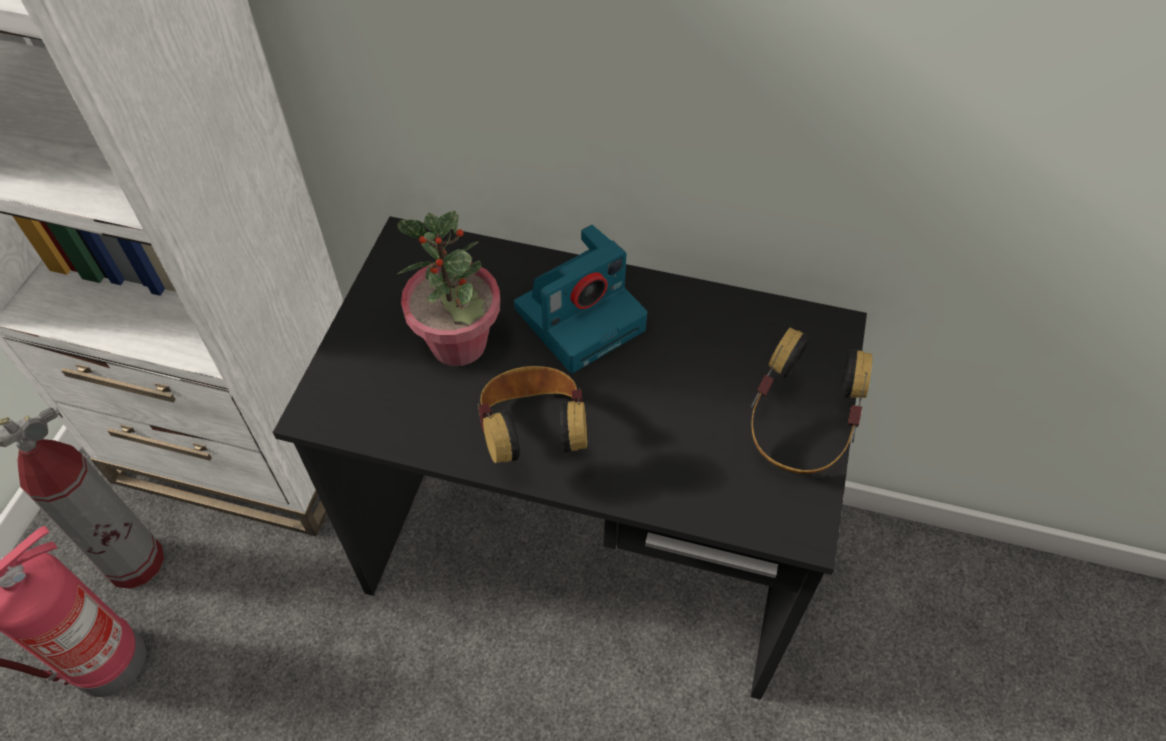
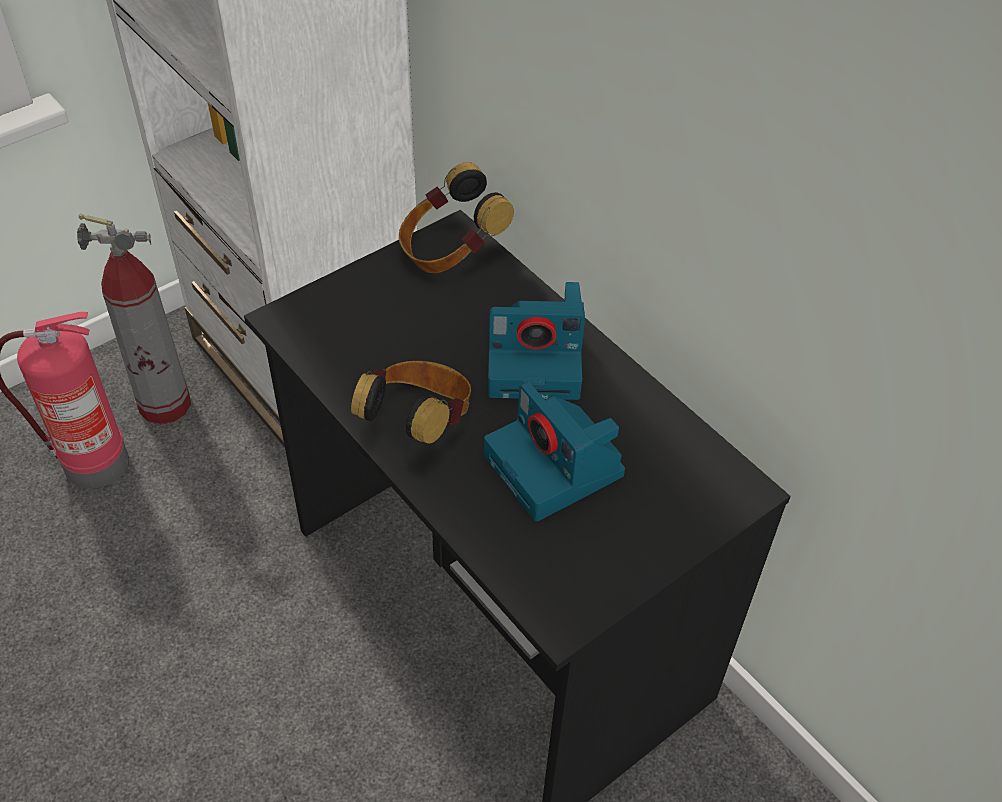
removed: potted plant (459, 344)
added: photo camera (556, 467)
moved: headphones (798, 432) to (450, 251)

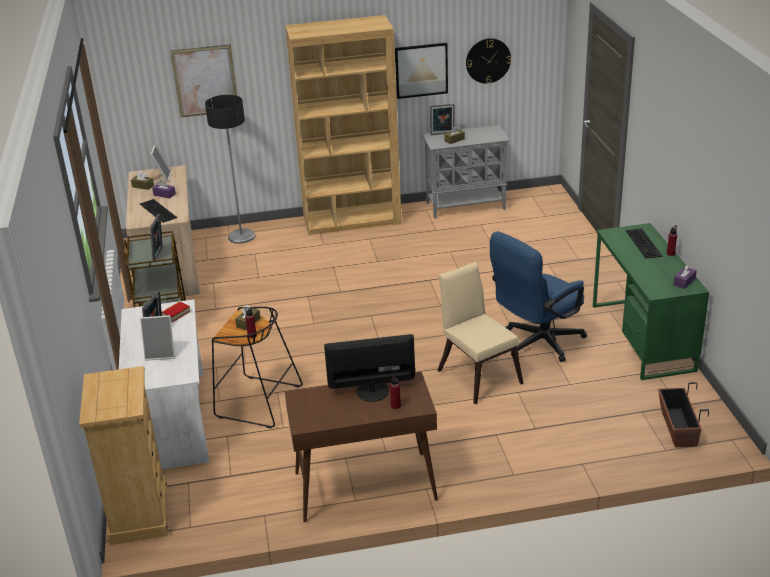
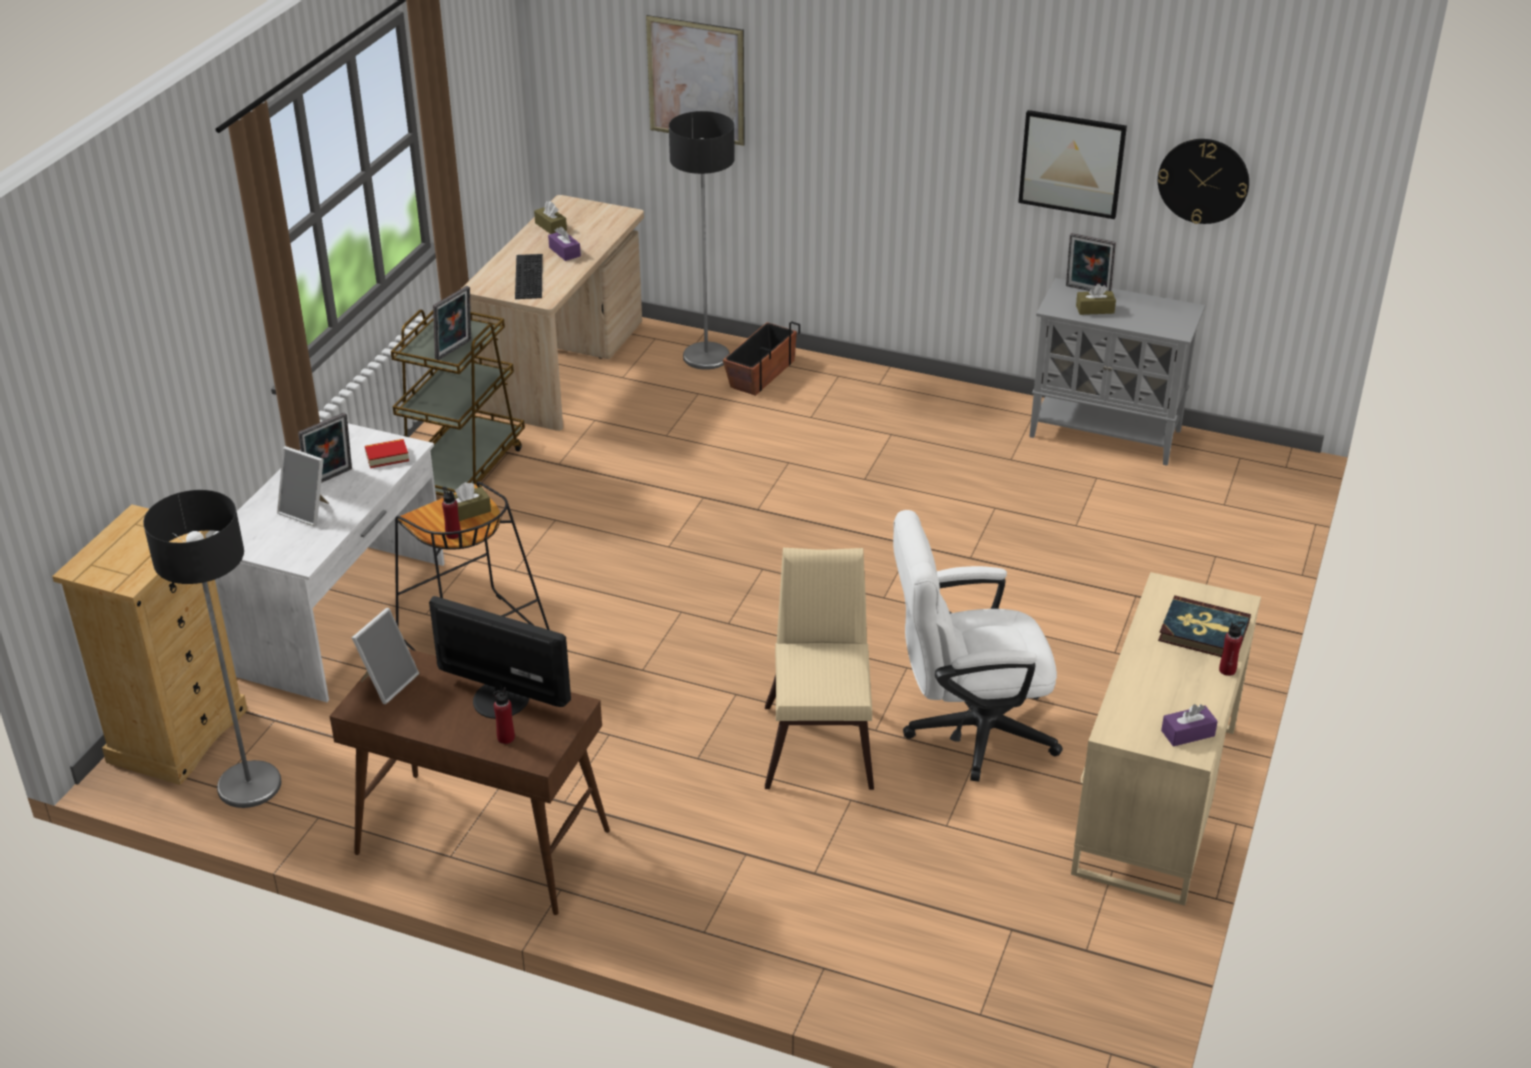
removed: brown bookcase (352, 220)
added: floor lamp (249, 785)
moved: picture frame (161, 177) to (387, 682); planter (677, 428) to (761, 374)
replaced: keyboard (644, 243) to book (1203, 631)
recoloured: blue office chair (537, 343) to white office chair (966, 730); green desk (642, 337) to beige desk (1155, 799)

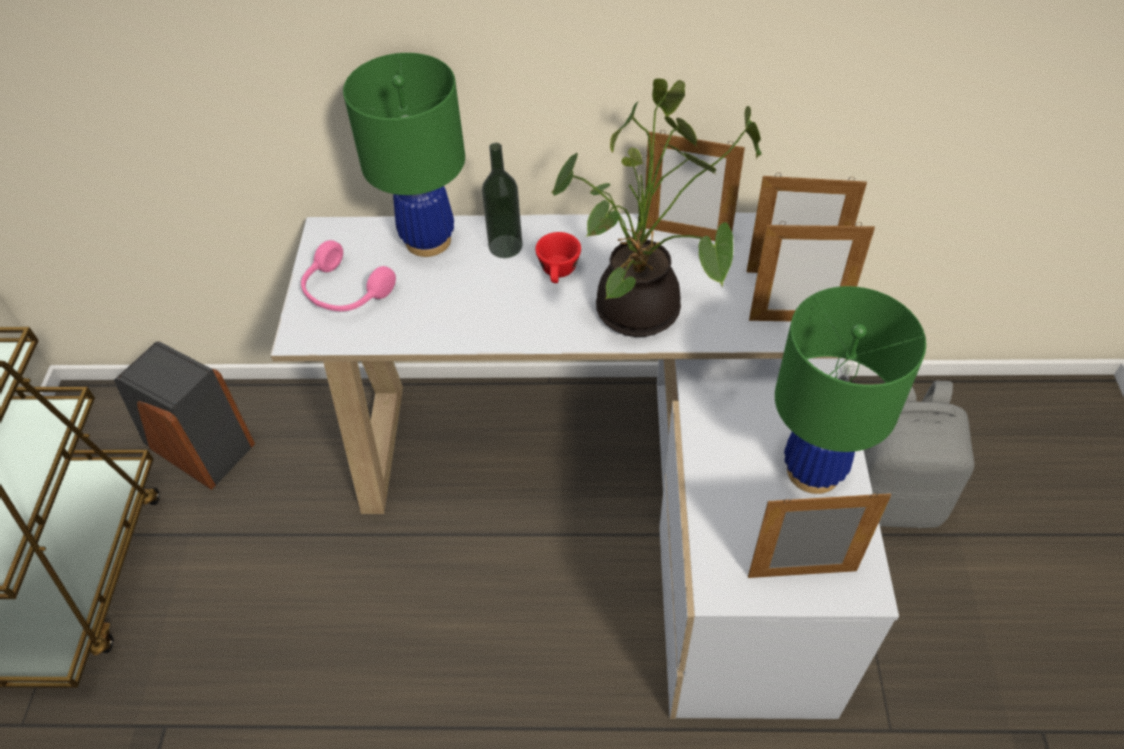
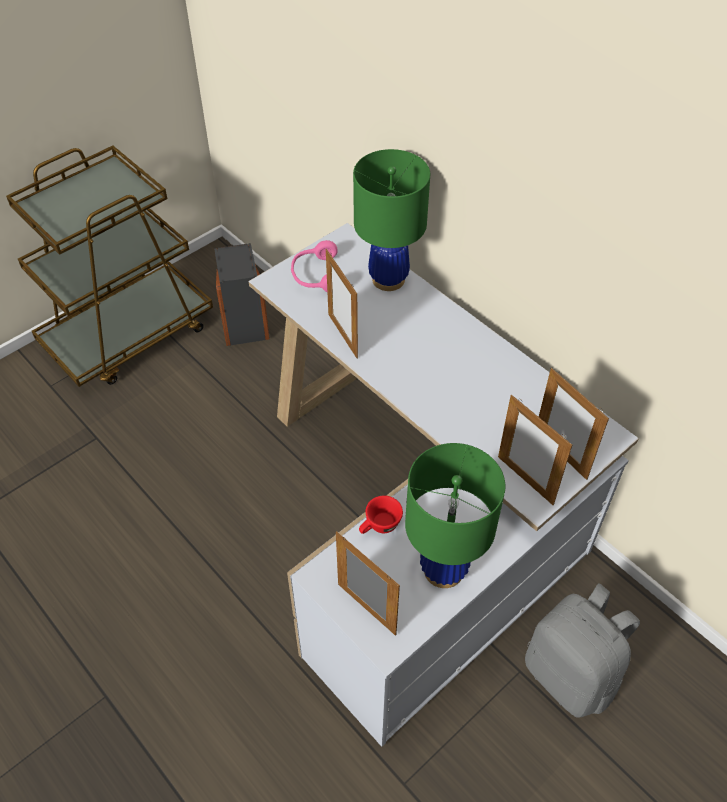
removed: bottle (505, 246); potted plant (644, 314)
moved: red cup (559, 273) to (379, 526); picture frame (686, 235) to (342, 336)

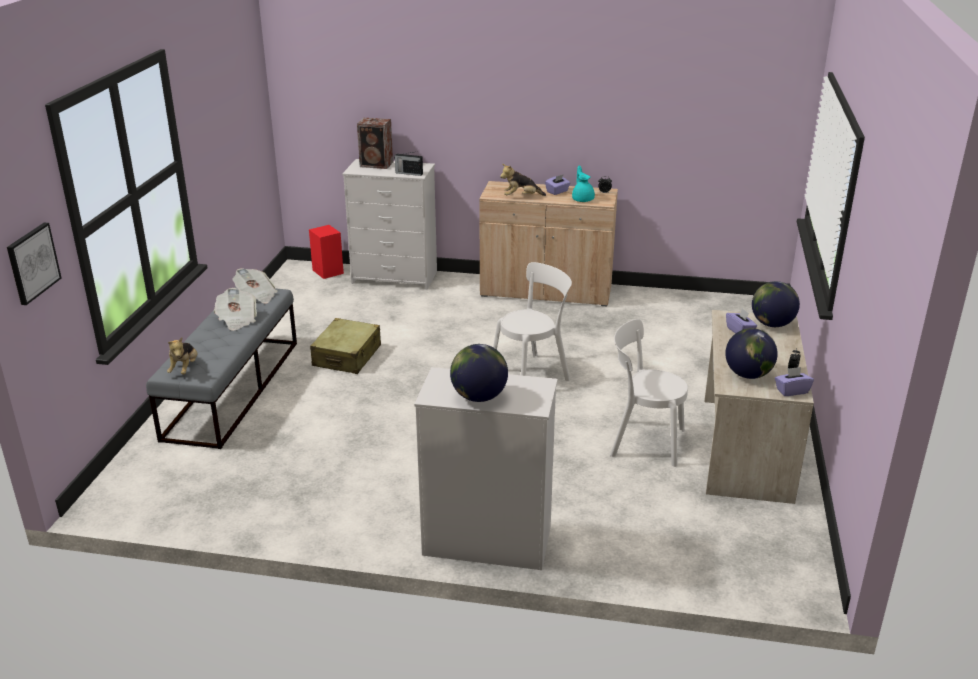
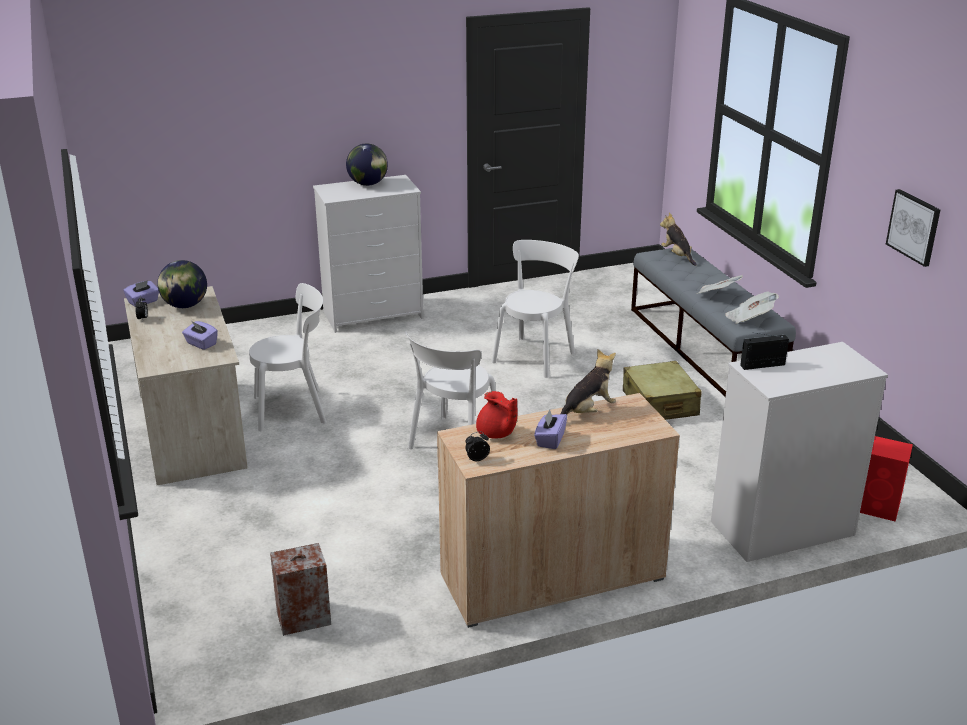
removed: globe (772, 324)
added: white chair (535, 355)
moved: picture (32, 263) to (914, 227); speaker (377, 164) to (301, 618)
recoloured: turquoise teapot (582, 199) to red teapot (496, 433)

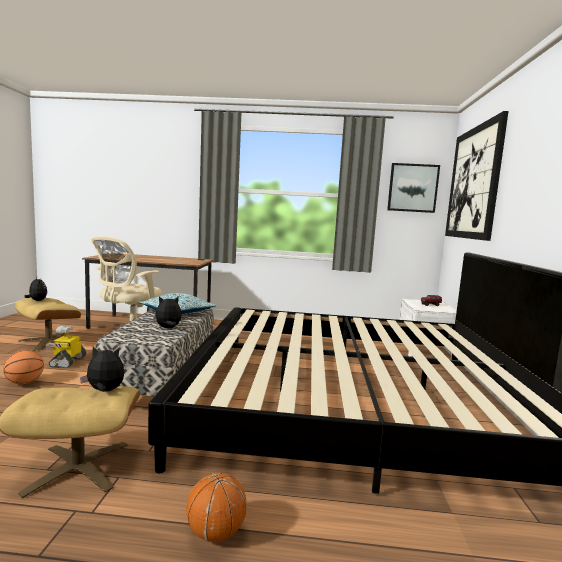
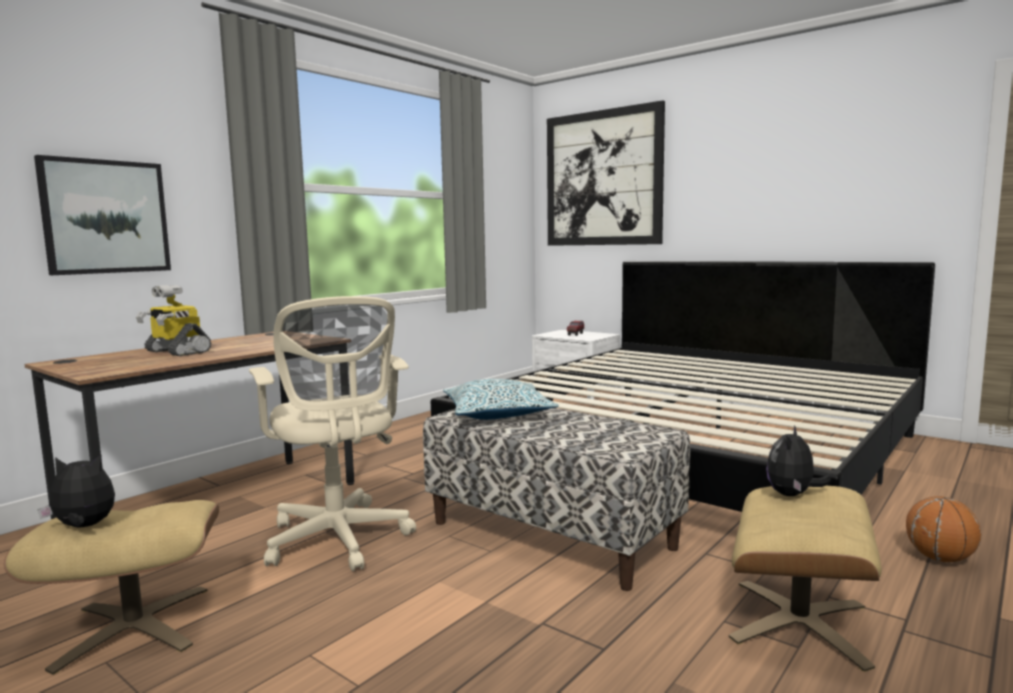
removed: basketball (24, 383); plush toy (168, 328)
moved: toy robot (67, 362) to (176, 352); picture (412, 188) to (105, 217)

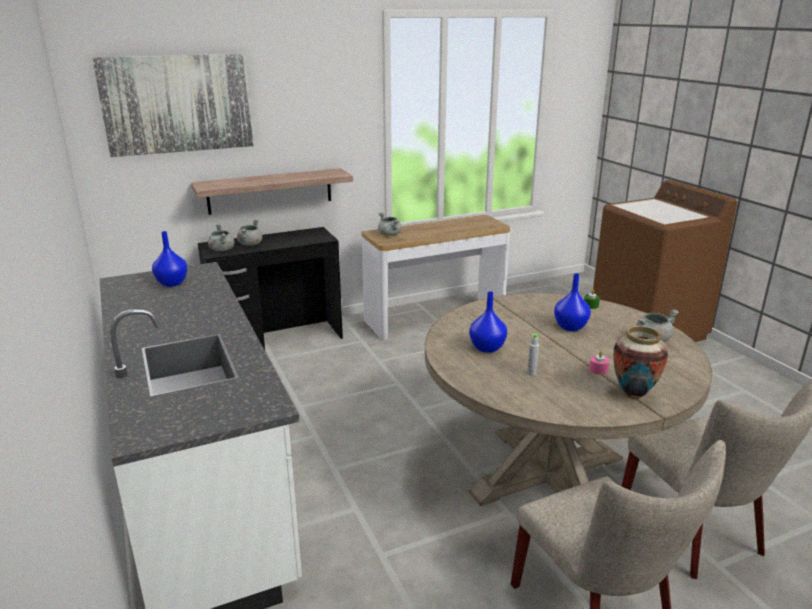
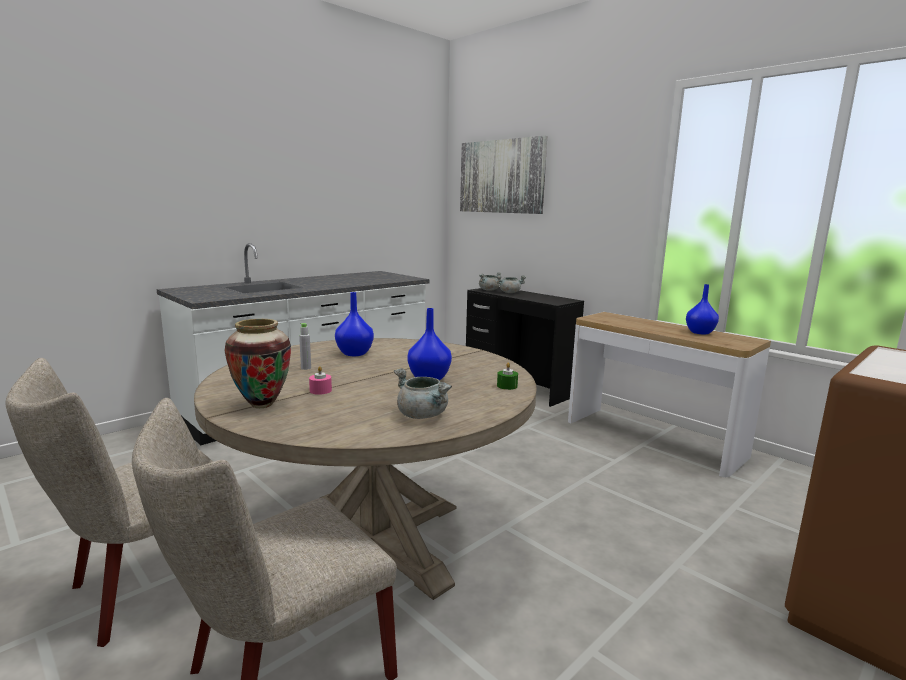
removed: shelf (270, 191); grey cooking pot (389, 234)
moved: blue vase (171, 283) to (699, 332)

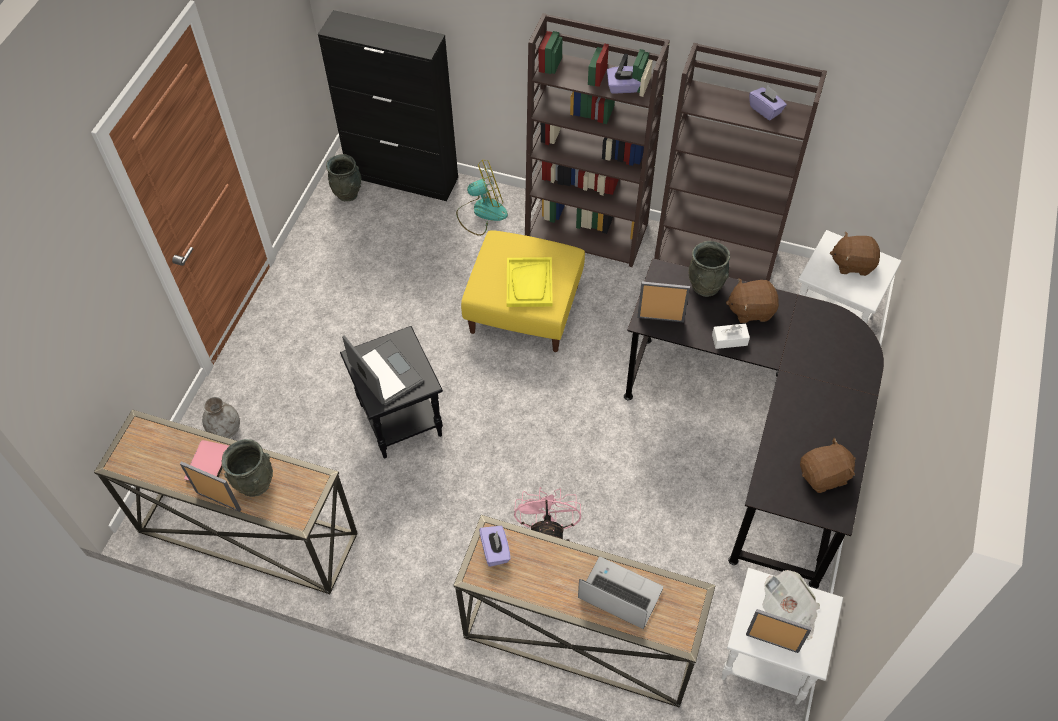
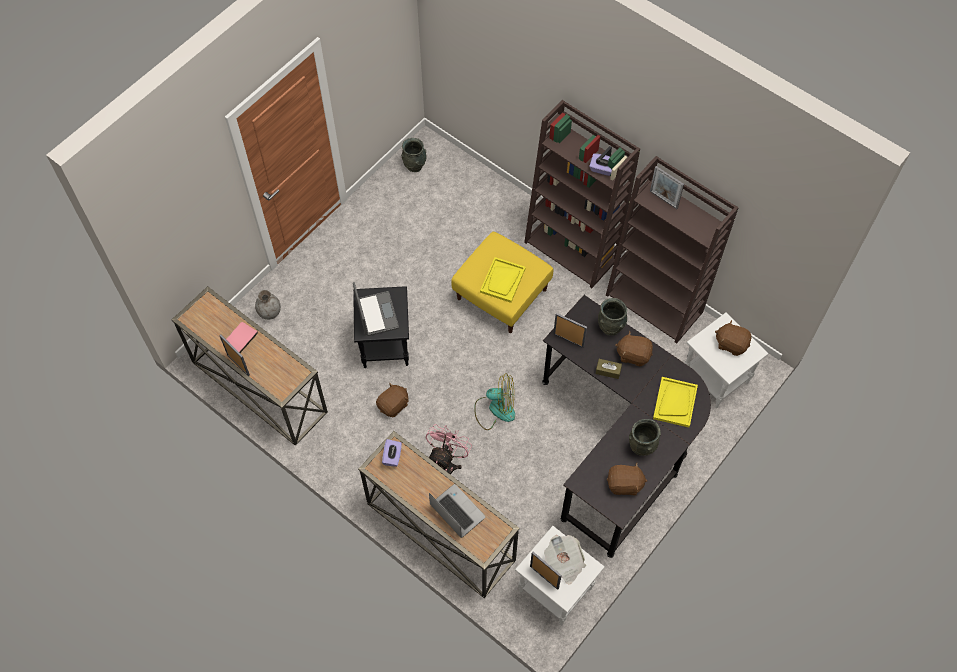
removed: black cabinet (403, 177); purple tissue box (765, 110)
added: brown plush toy (393, 405); picture frame (663, 199); yellow tray (675, 402)
moved: grey vase (255, 483) to (641, 446); fan (481, 212) to (495, 409)
recoloured: white tissue box (729, 340) to brown tissue box (608, 371)

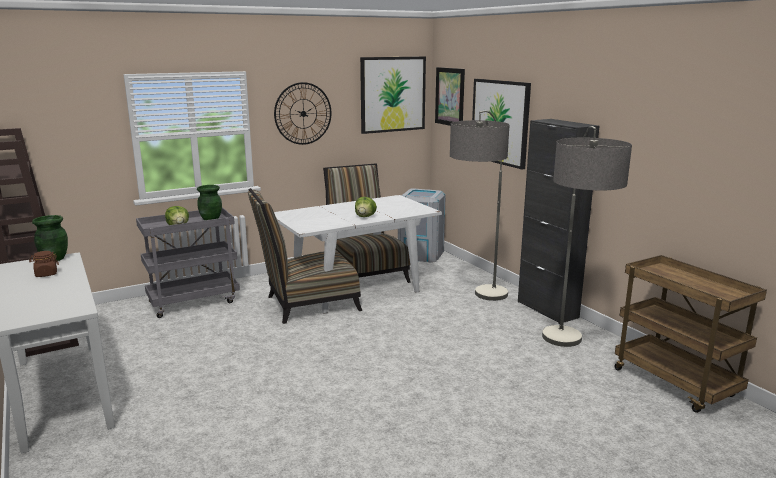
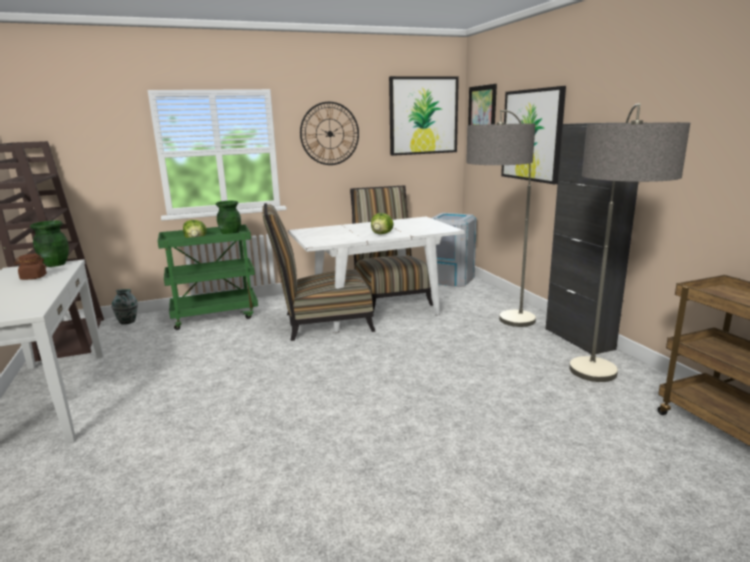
added: vase (128, 322)
recoloured: grey cart (194, 301) to green cart (216, 316)

